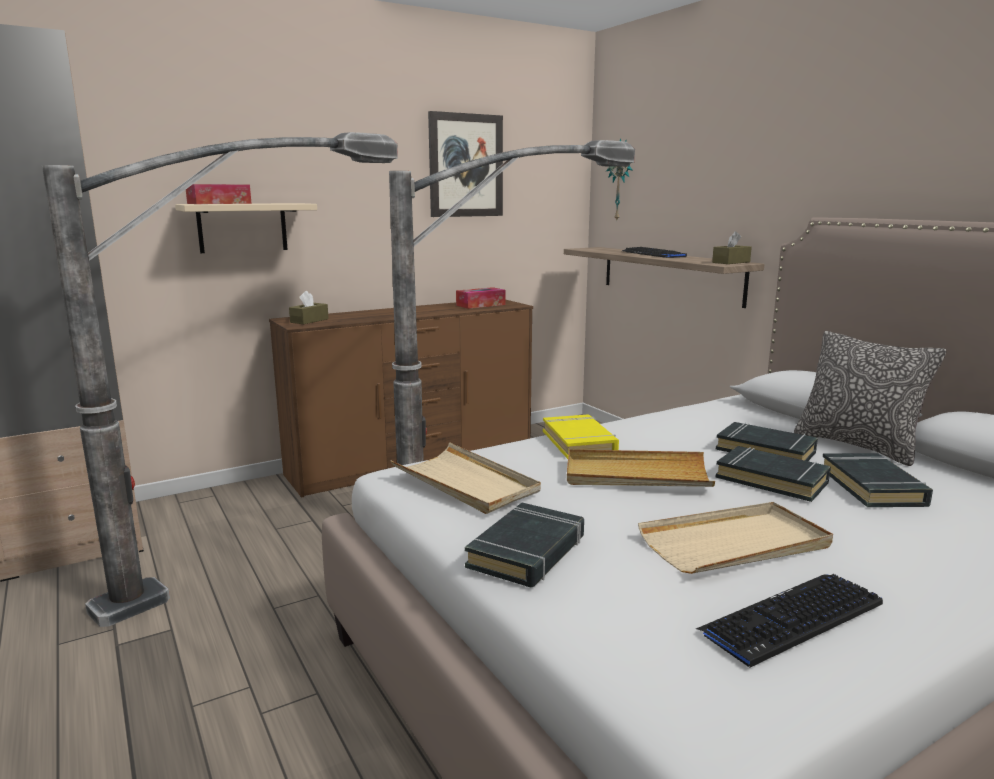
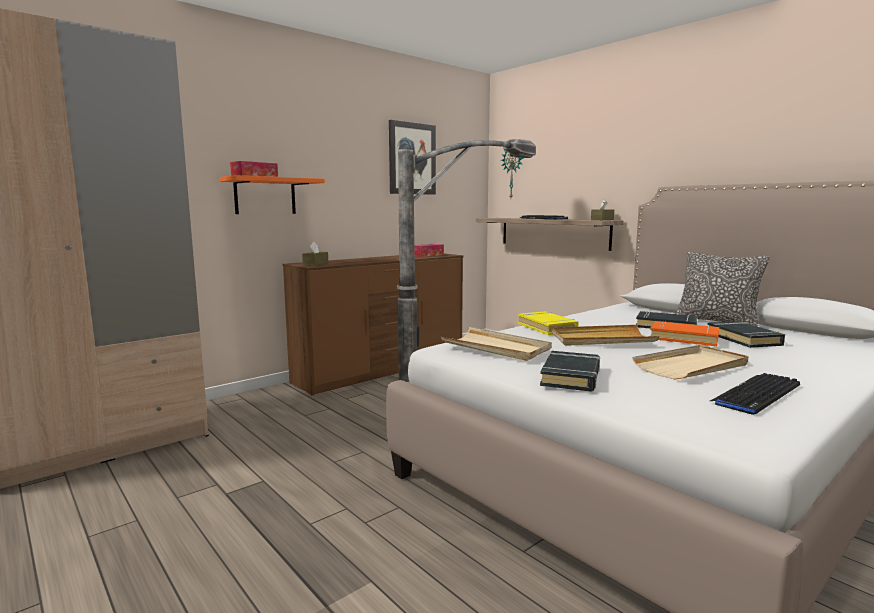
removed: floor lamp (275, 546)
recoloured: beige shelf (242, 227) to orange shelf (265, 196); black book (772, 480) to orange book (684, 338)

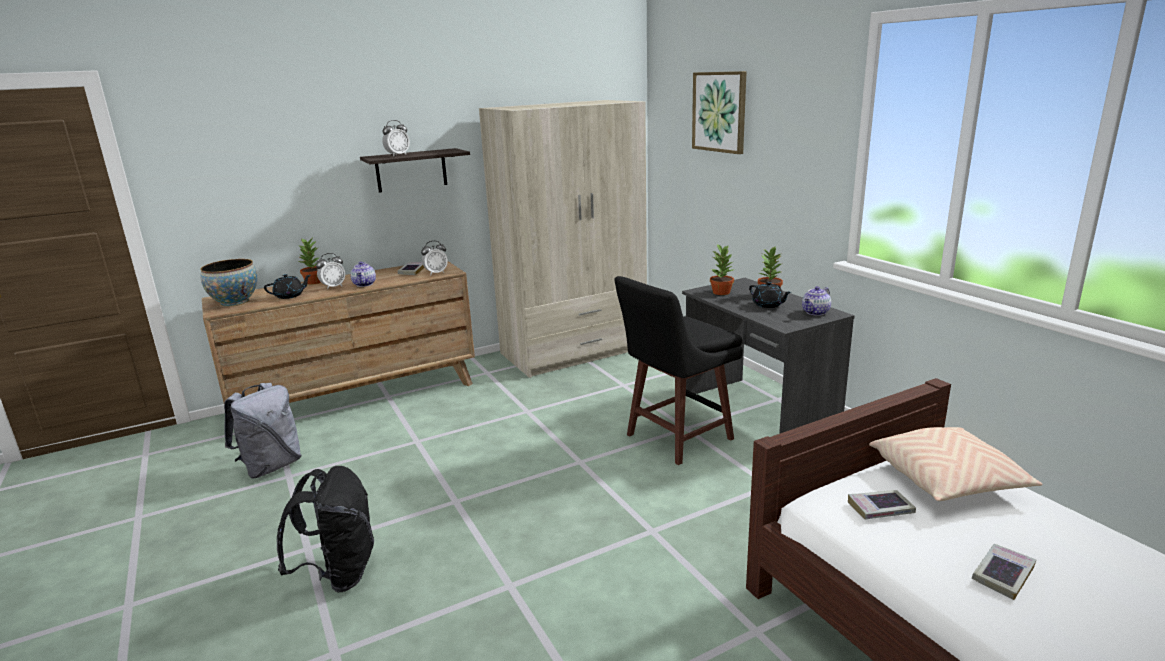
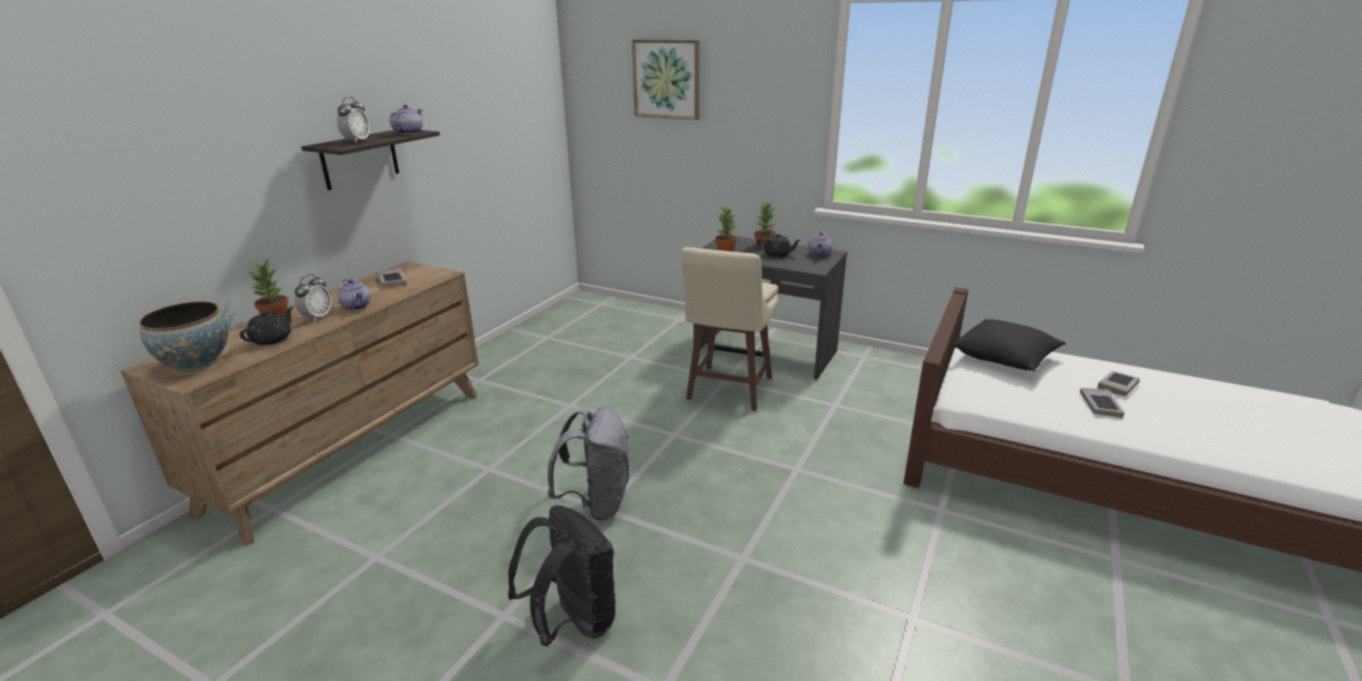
removed: alarm clock (436, 273); beige wardrobe (574, 351)
added: teapot (409, 133)
moved: grey backpack (271, 466) to (596, 503); book (880, 509) to (1117, 386)
recoloured: black stool (676, 438) to beige stool (728, 389); beige pillow (947, 481) to black pillow (1005, 358)

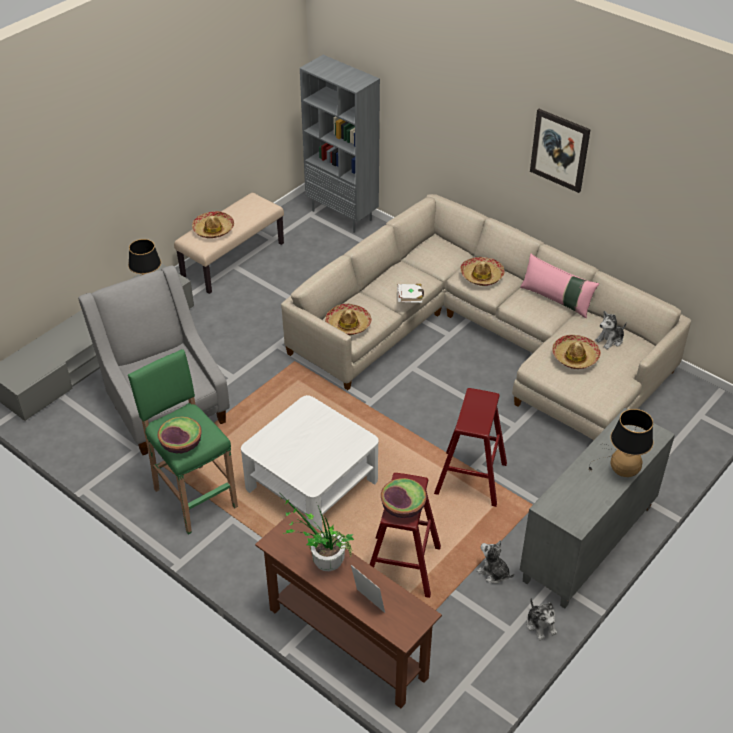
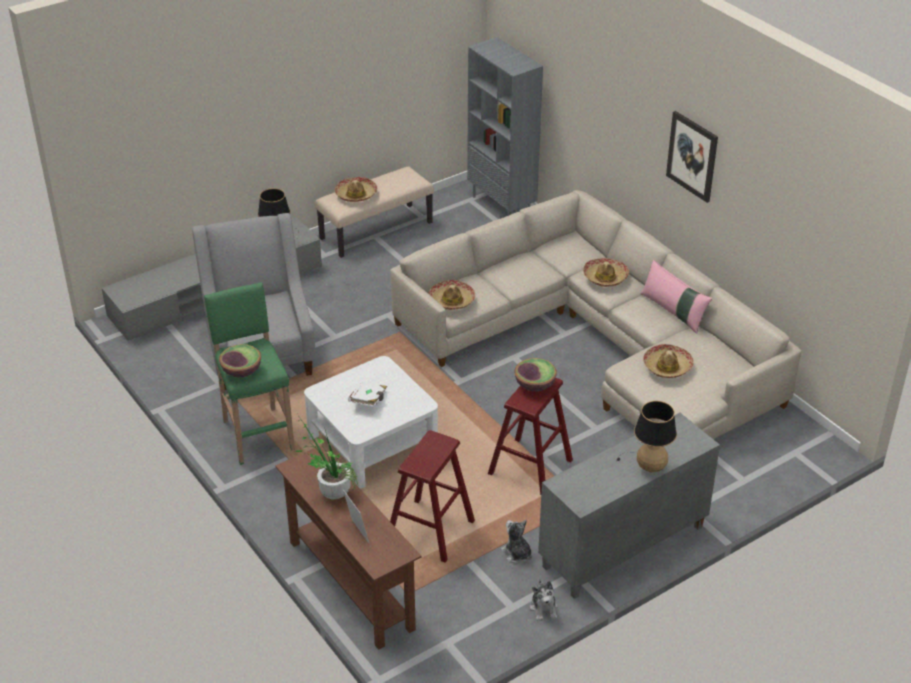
removed: plush toy (610, 340)
moved: bowl (403, 508) to (534, 385); white book (410, 299) to (368, 401)

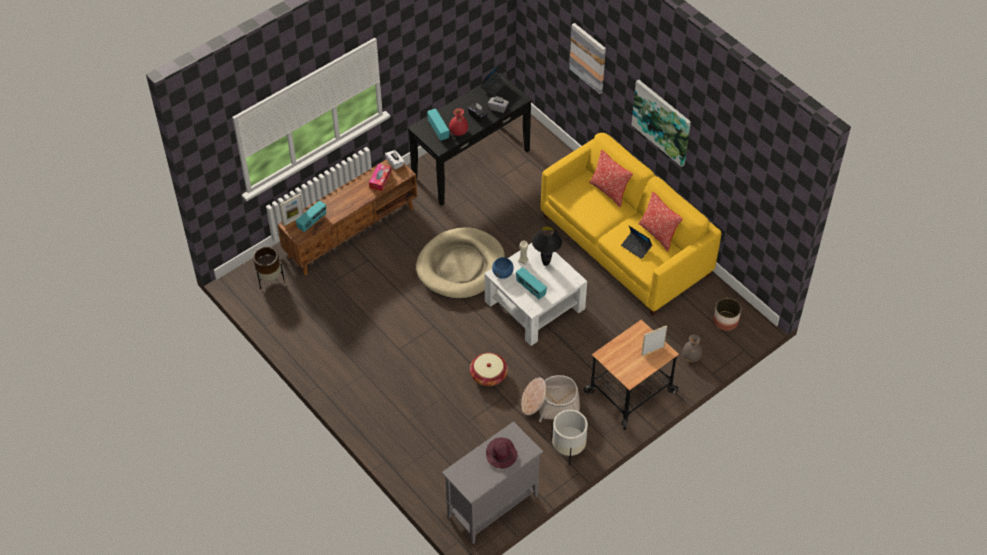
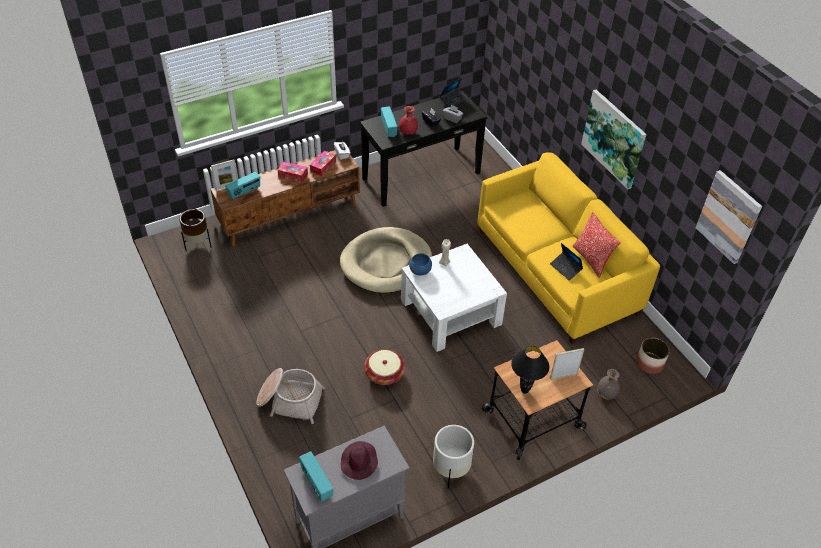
removed: pillow (609, 191)
added: tissue box (293, 175)
moved: radio (530, 289) to (316, 483); basket (551, 404) to (290, 400); black table lamp (546, 263) to (525, 390); picture (588, 57) to (728, 216)

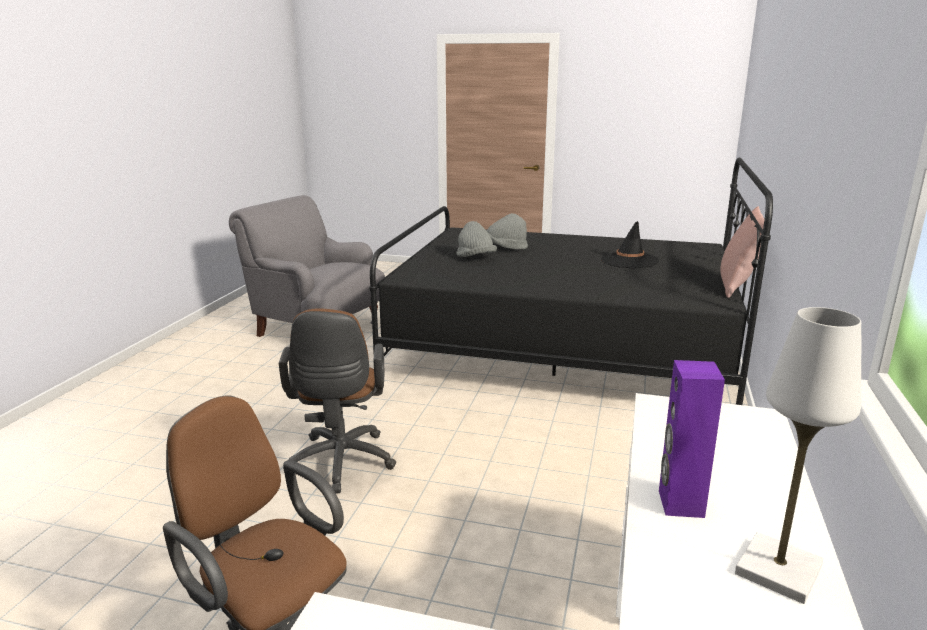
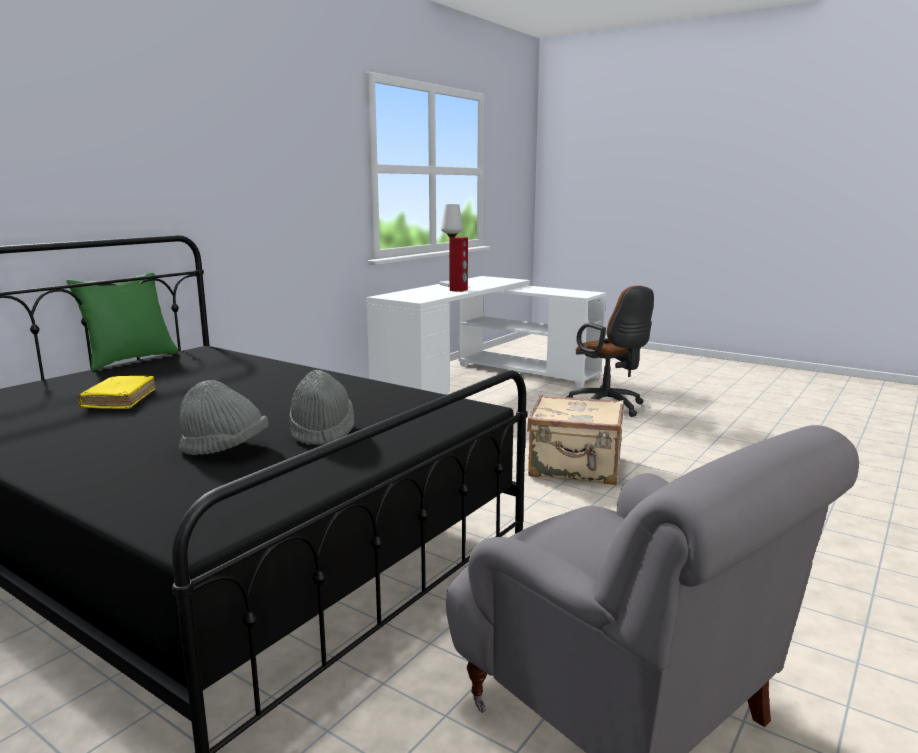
replaced: brown office chair (340, 464) to beige suitcase (575, 468); black hat (629, 260) to yellow book (119, 400)
recoloured: purple speaker (680, 504) to red speaker (459, 290); pink pillow (738, 287) to green pillow (130, 360)

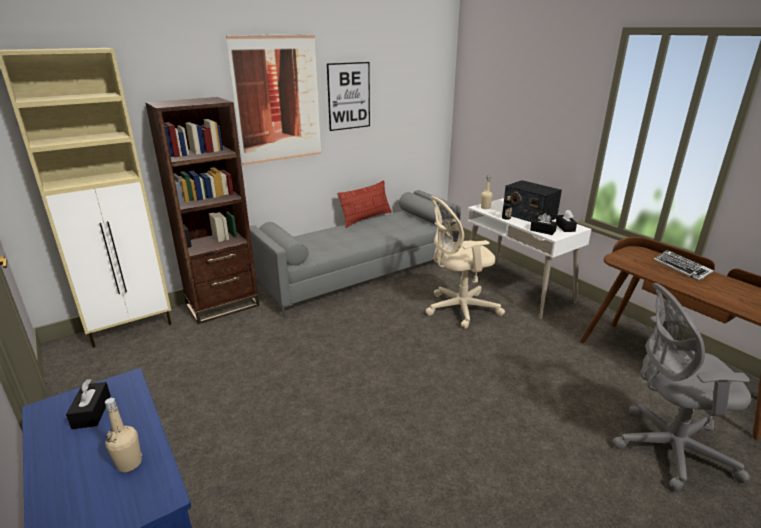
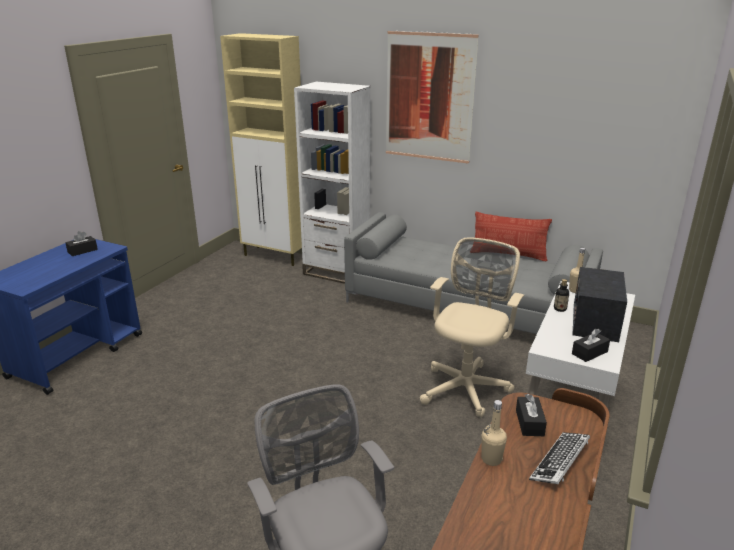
removed: picture (349, 96)
moved: beige bottle (129, 463) to (491, 459); black tissue box (542, 231) to (529, 423)
recoloured: brown bookcase (223, 305) to white bookcase (336, 272)
turned: beige office chair (458, 309) = (466, 387) 75 degrees clockwise

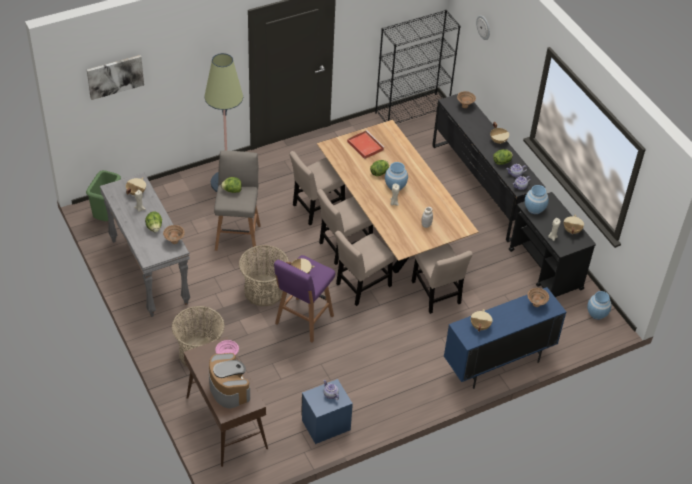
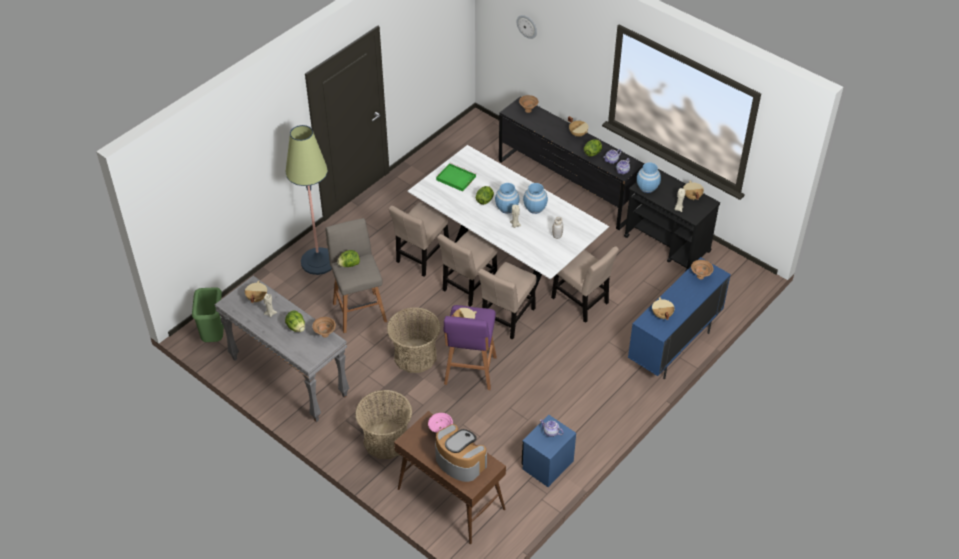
removed: picture (115, 76); black bookcase (412, 111)
moved: blue vase (597, 313) to (535, 208)
recoloured: brown dining table (390, 232) to white dining table (505, 257); red tray (364, 145) to green tray (455, 178)

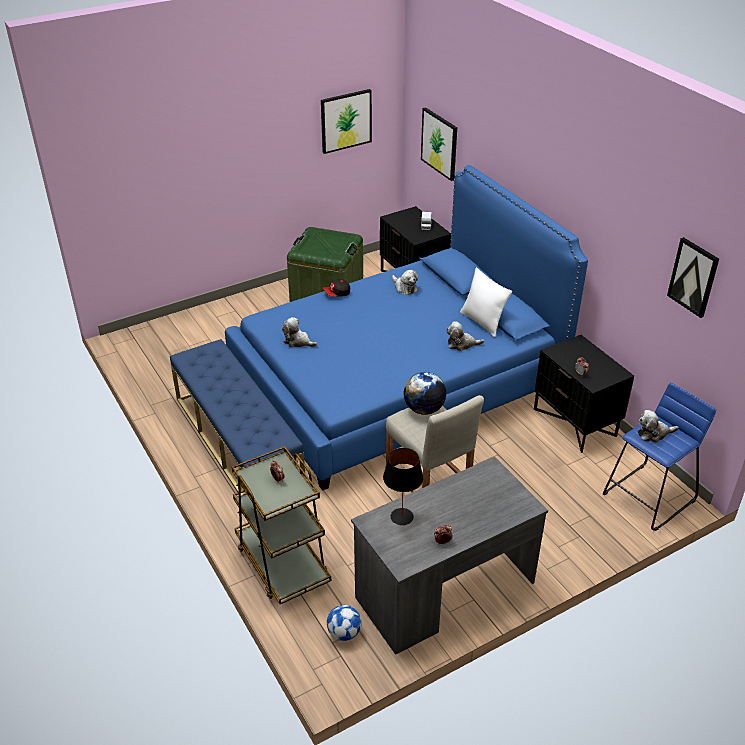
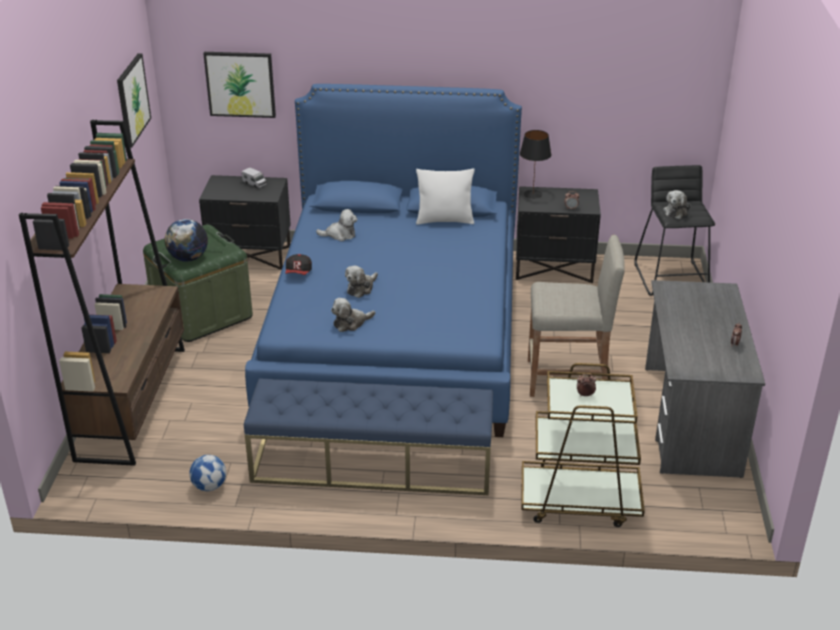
removed: picture (693, 277)
added: brown bookcase (132, 402)
moved: football (344, 633) to (209, 486); black table lamp (402, 517) to (533, 194); globe (424, 409) to (188, 258); plush toy (462, 344) to (361, 288)
recoloured: blue stool (649, 497) to black stool (672, 278)

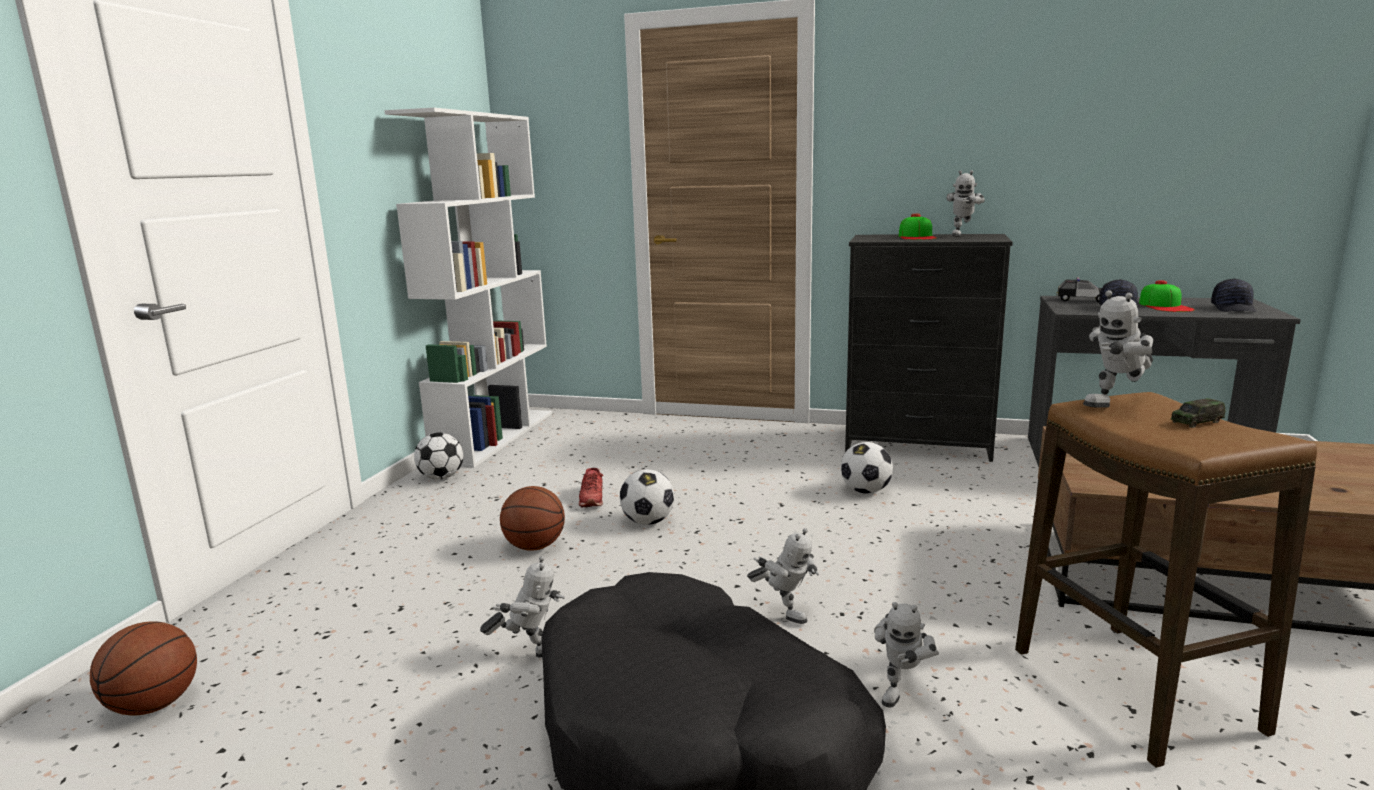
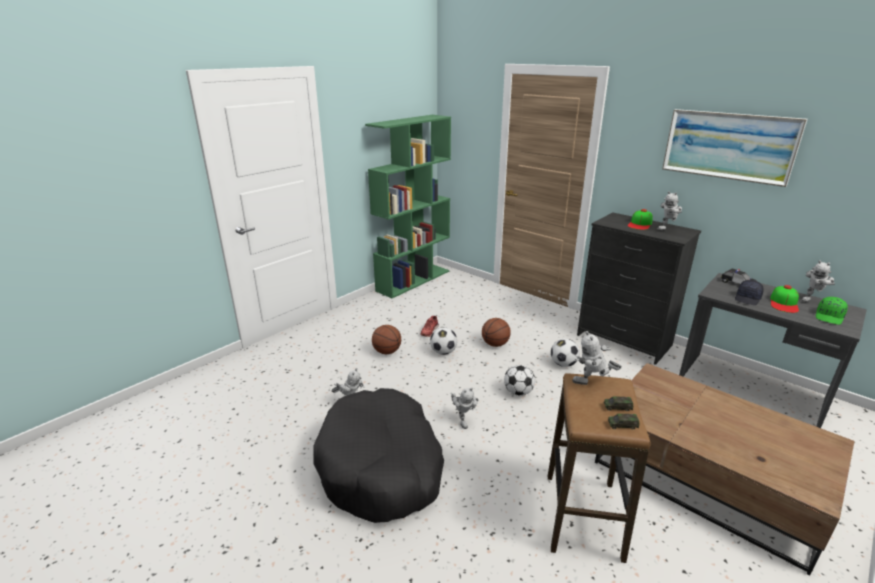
added: toy car (622, 425); picture (728, 146)
moved: basketball (153, 706) to (495, 344); football (441, 477) to (518, 392); toy robot (901, 691) to (811, 300)
recoloured: white bookcase (495, 436) to green bookcase (413, 280); black cap (1234, 308) to green cap (829, 317)

